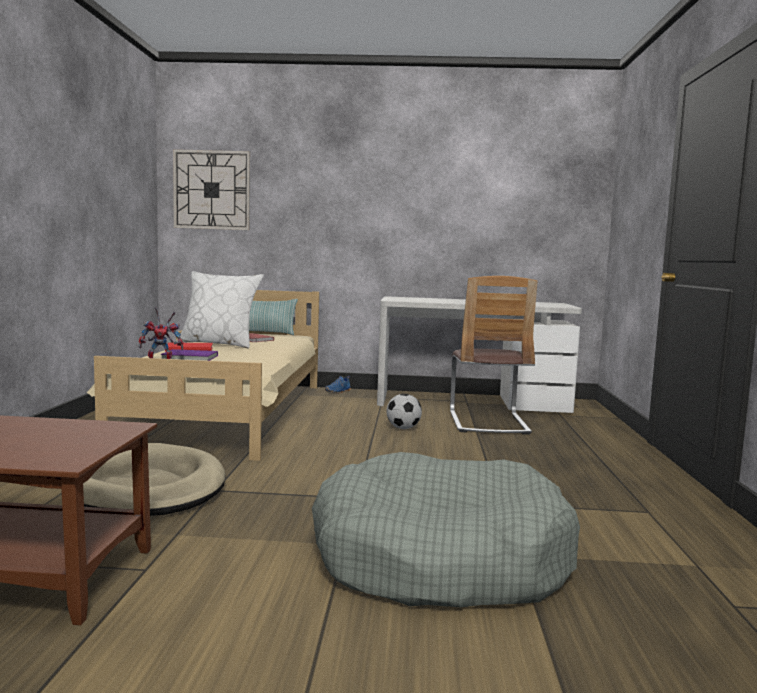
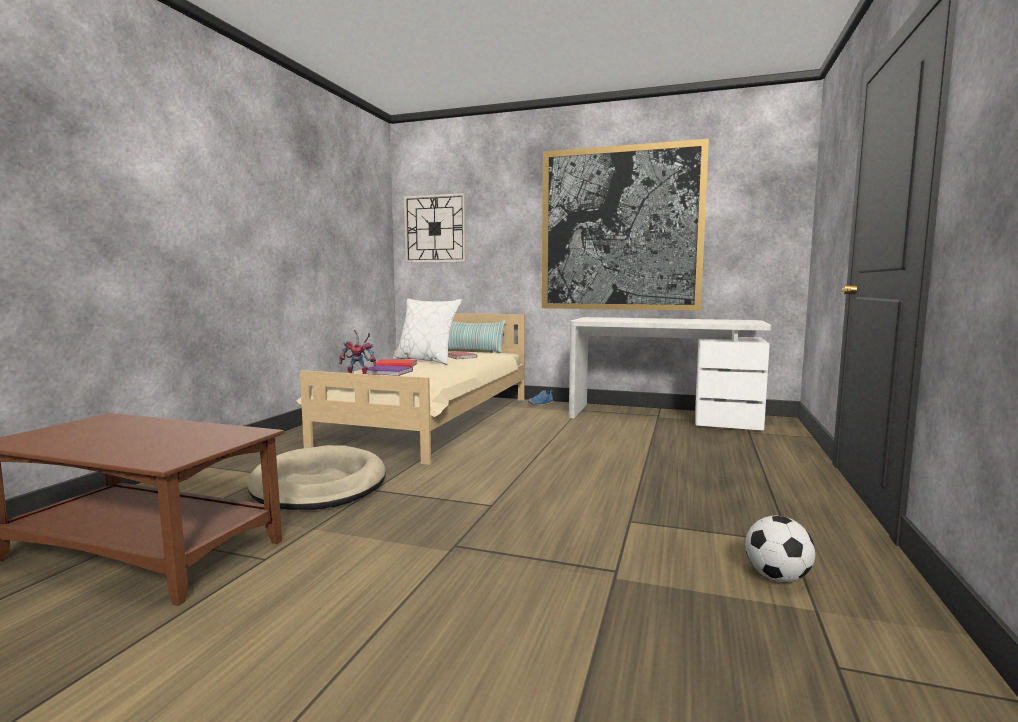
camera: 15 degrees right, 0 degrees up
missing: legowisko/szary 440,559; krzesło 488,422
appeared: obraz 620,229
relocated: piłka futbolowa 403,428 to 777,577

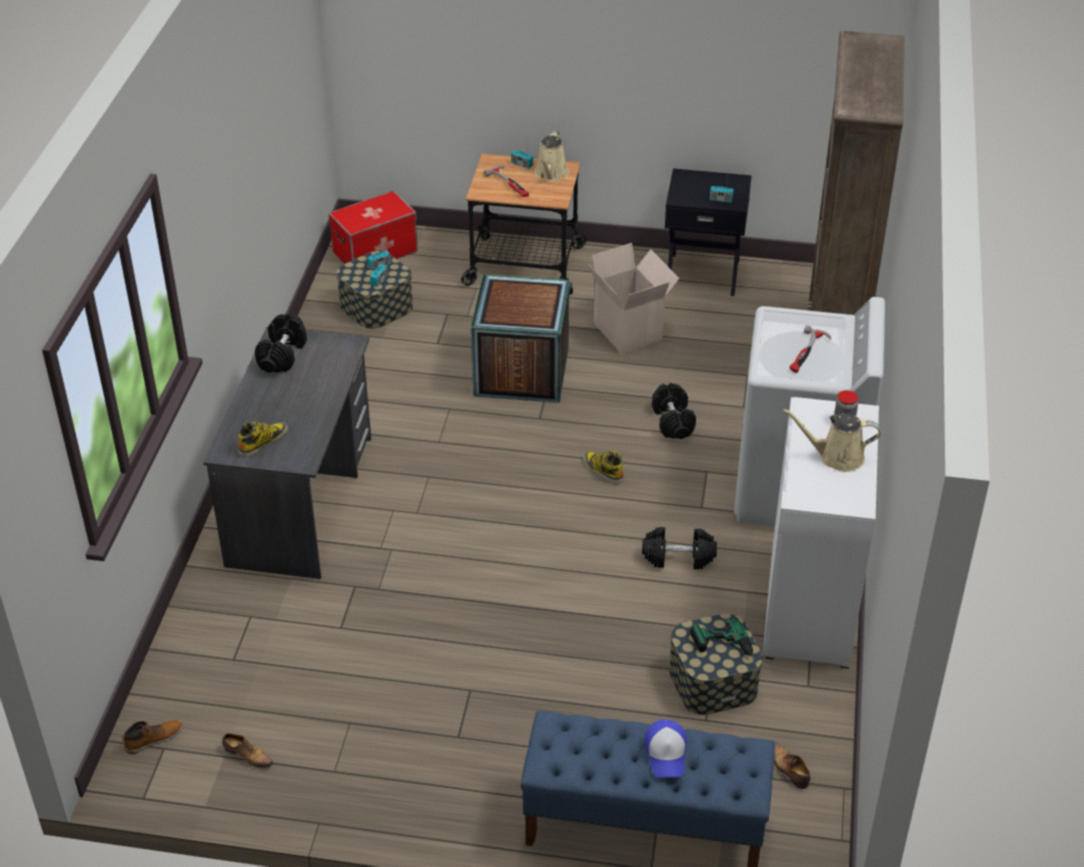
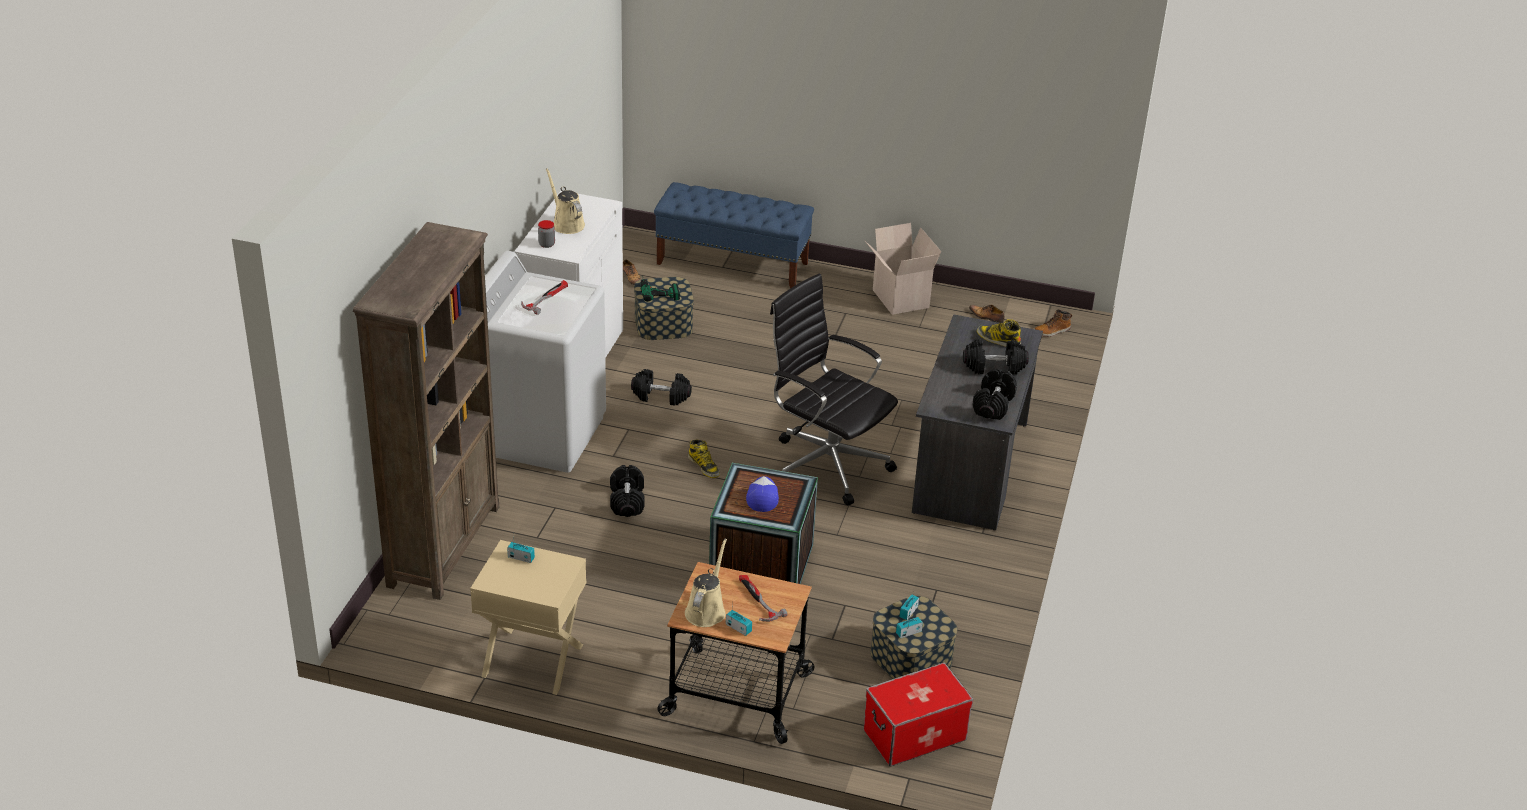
camera: 175 degrees left, 5 degrees down
appeared: krzesło biurowe/czarny 826,463; hantel/czarny 994,367
relocated: karton 630,331 to 898,298; czapka z daszkiem 666,753 to 762,496
colour: szafka nocna/czarny 703,273 to szafka nocna/beżowy 532,661
spun: but z cholewką 263,441 = 998,339 75 degrees clockwise; konewka/beżowy 836,457 = 566,224 135 degrees counterclockwise

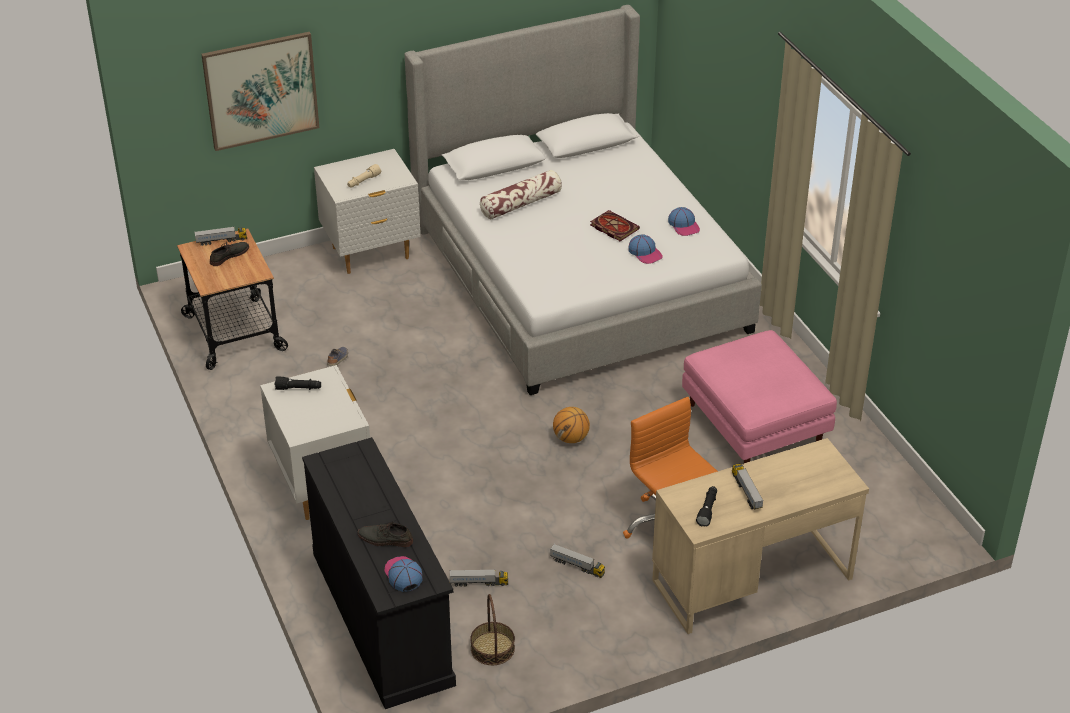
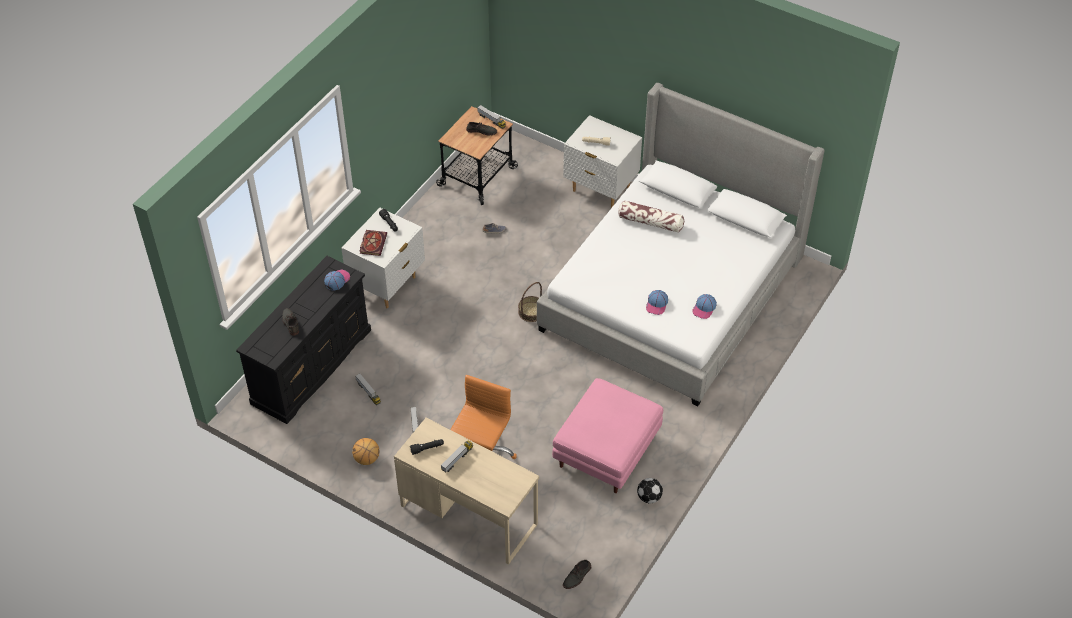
camera: 55 degrees right, 10 degrees up
missing: obraz 261,90
appeared: but/szary 577,576; piłka futbolowa 649,497
relocated: czapka z daszkiem 403,575 to 337,280; koszyk 492,648 to 531,312; piłka do koszykówki 571,438 to 367,459; książka 613,227 to 372,243

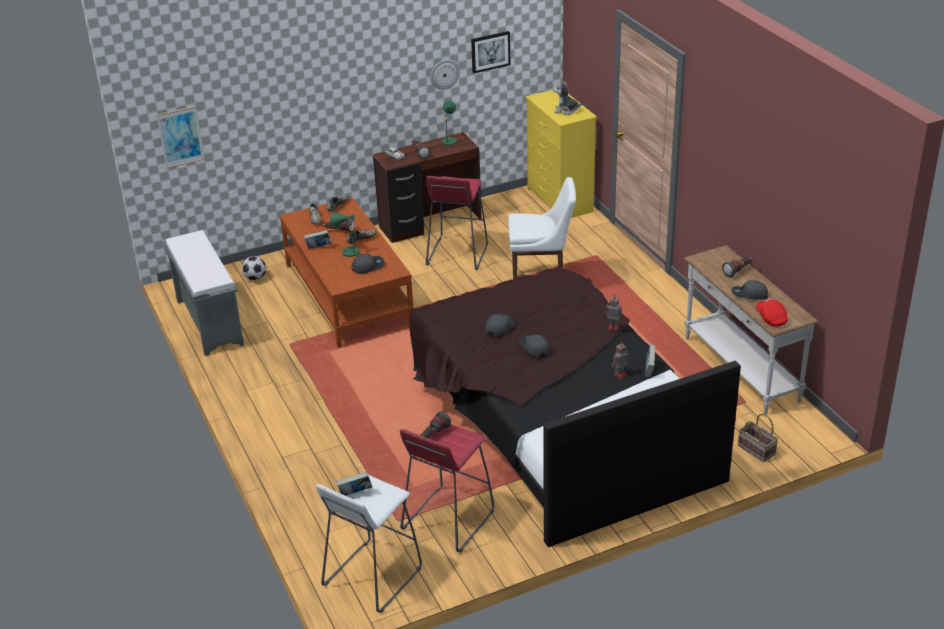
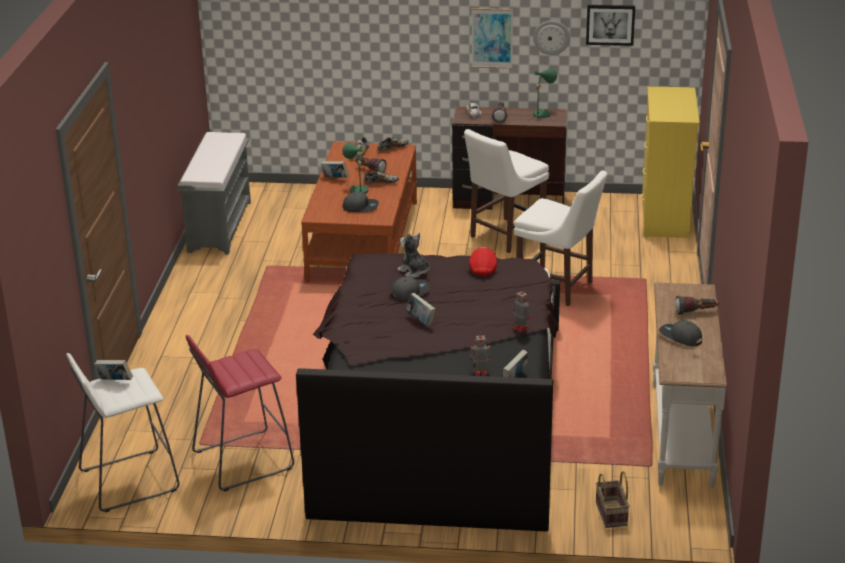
camera: 30 degrees right, 5 degrees down
missing: piłka futbolowa 255,278; latarka 433,435
relocated: obraz 180,137 to 492,38; pluszak 566,110 to 414,271; czapka z daszkiem/czerwony 771,319 to 483,268
exchanged: stołek/czerwony 457,254 to krzesło/biały 504,236; czapka z daszkiem/szary 534,348 to książka 420,320

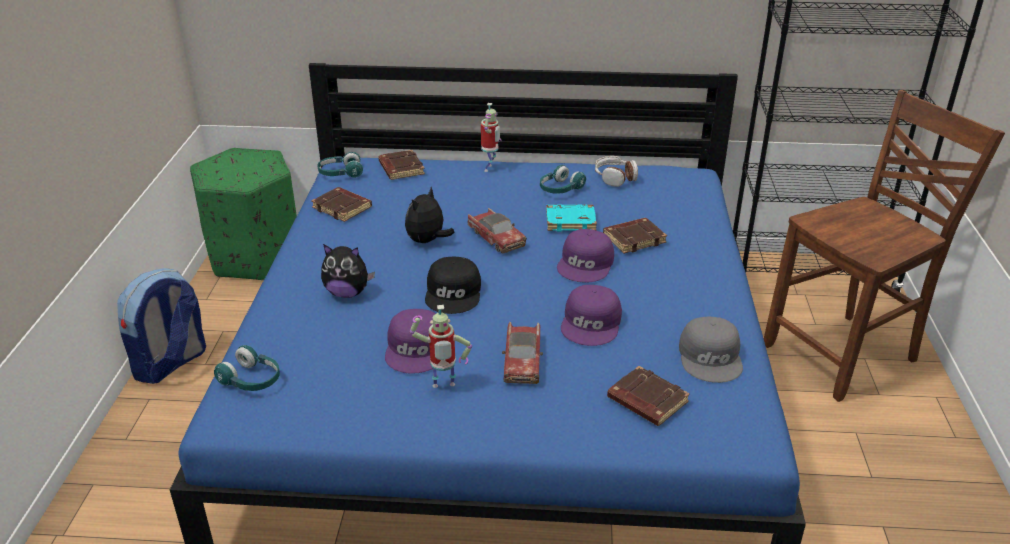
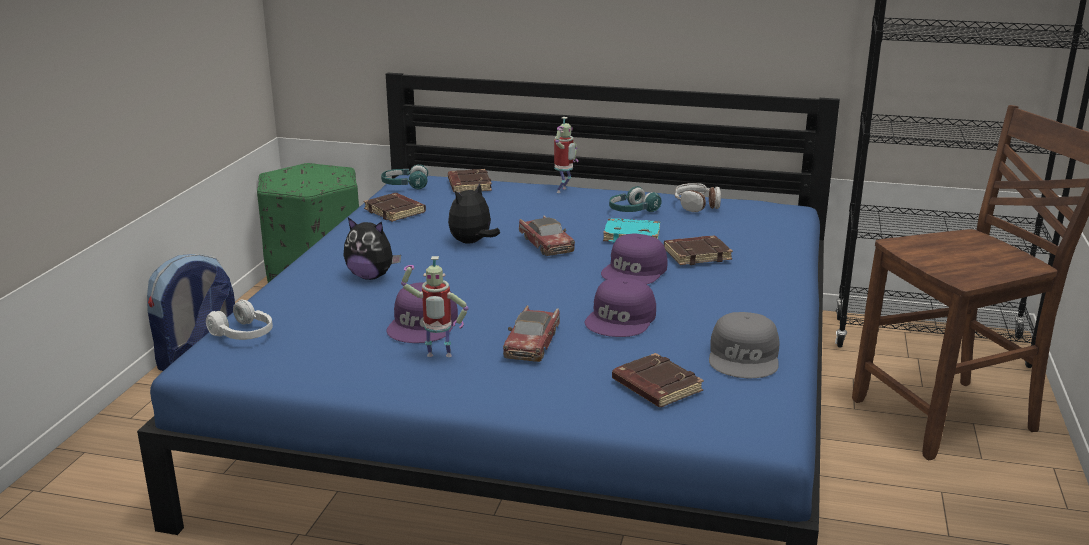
camera: 10 degrees right, 10 degrees down
missing: czapka z daszkiem/czarny 454,293
colour: słuchawki/turkusowy 251,380 to słuchawki/biały 243,335

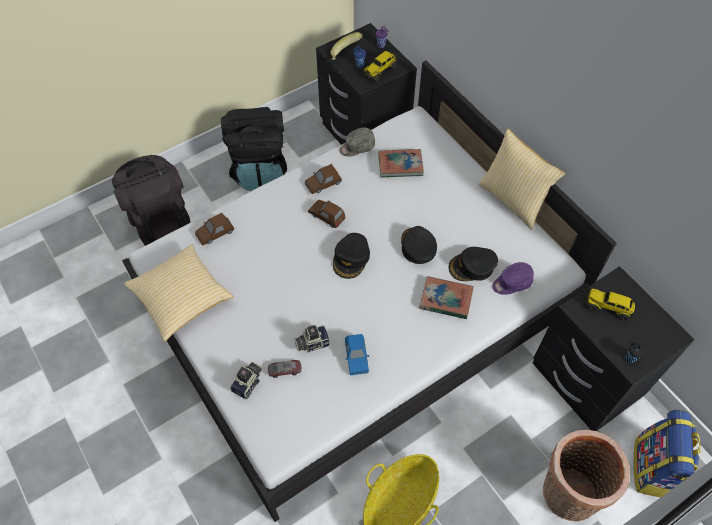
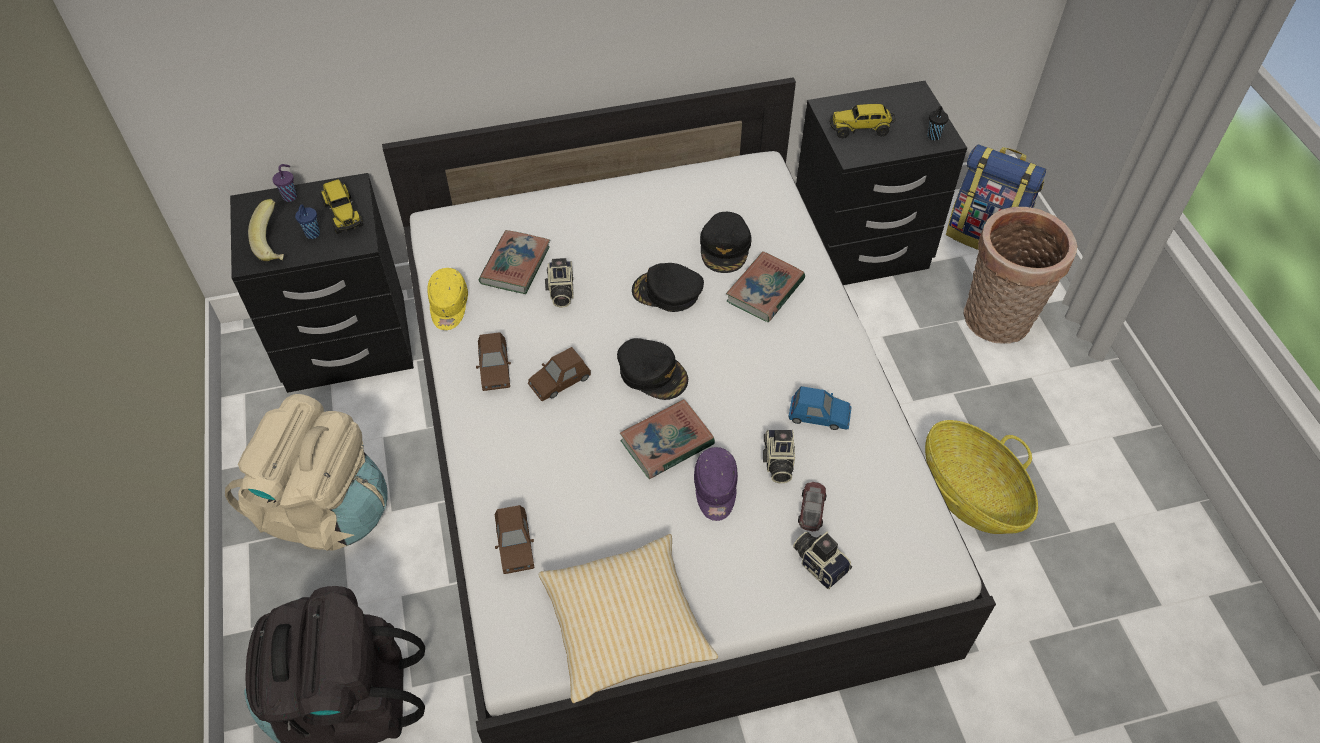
camera: 70 degrees left, 5 degrees down
missing: poduszka 513,200
appeared: aparat fotograficzny 560,292; książka 667,442
relocated: czapka z daszkiem/fioletowy 511,283 to 715,490
colour: plecak/czarny 260,169 to plecak/beżowy 324,510; czapka z daszkiem/szary 357,147 to czapka z daszkiem/żółty 448,307
spun: ciężarówka zabawkowa 608,307 = 860,129 45 degrees clockwise

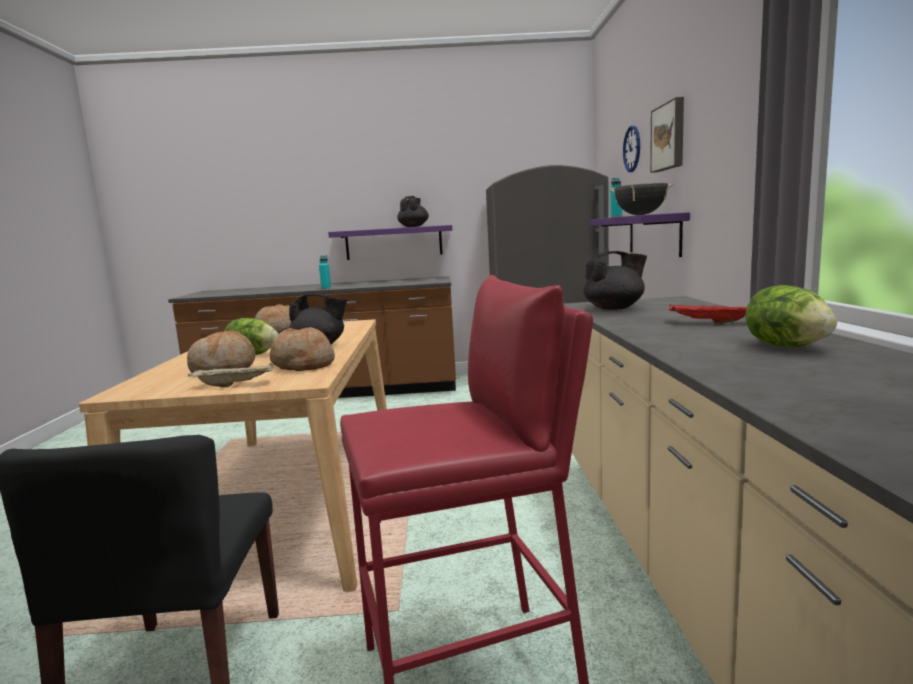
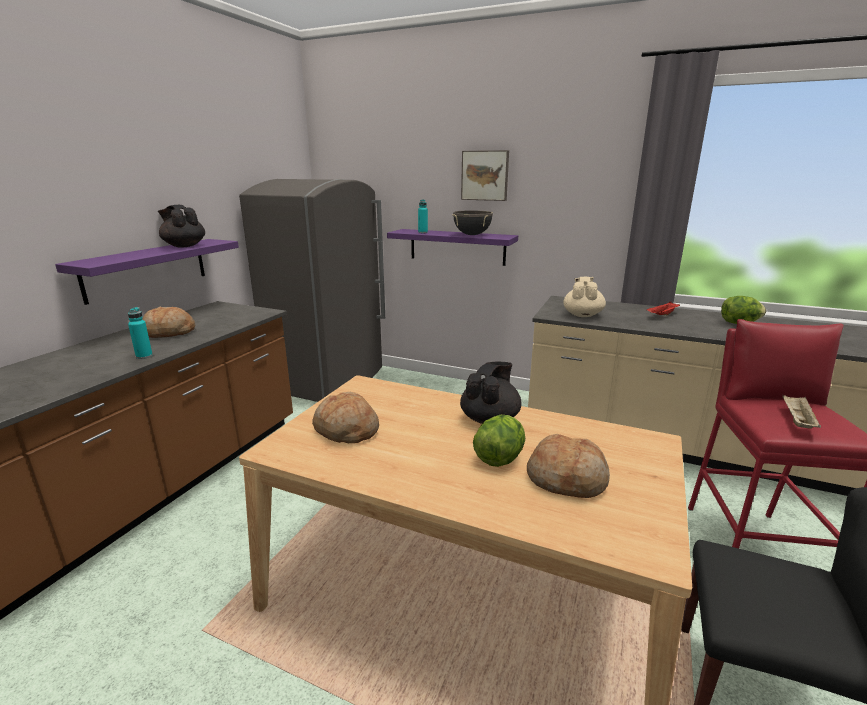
camera: 65 degrees left, 10 degrees up
missing: zegar ścienny 632,149
relocated: taca/beżowy 235,385 to 796,420; chleb 303,365 to 168,332
colour: imbryk/czarny 614,308 to imbryk/beżowy 582,315

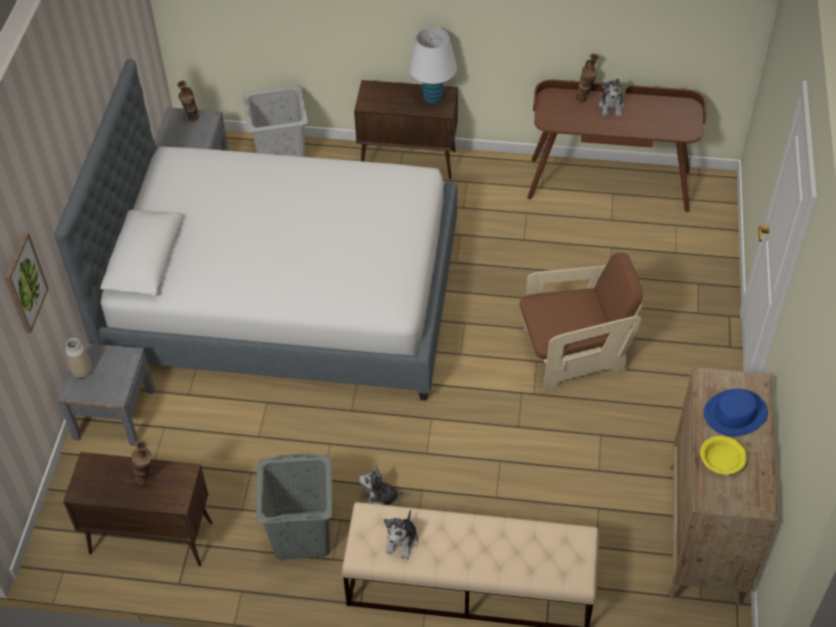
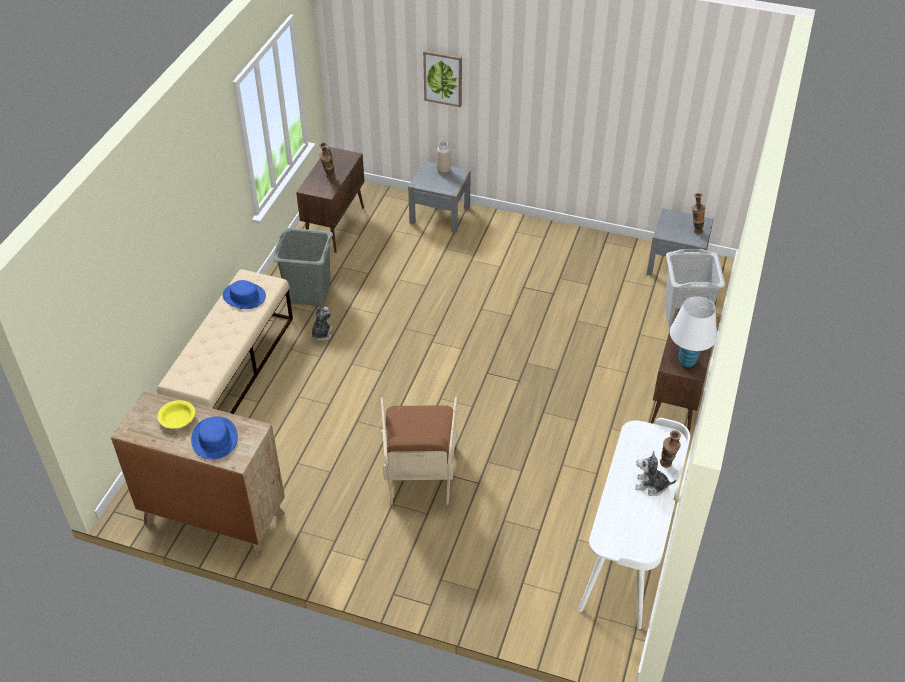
camera: 100 degrees right, 5 degrees down
missing: łóżko 284,295
exchanged: pluszak 402,541 to kapelusz/niebieski 244,296
colour: biurko/brązowy 609,183 to biurko/biały 629,549

